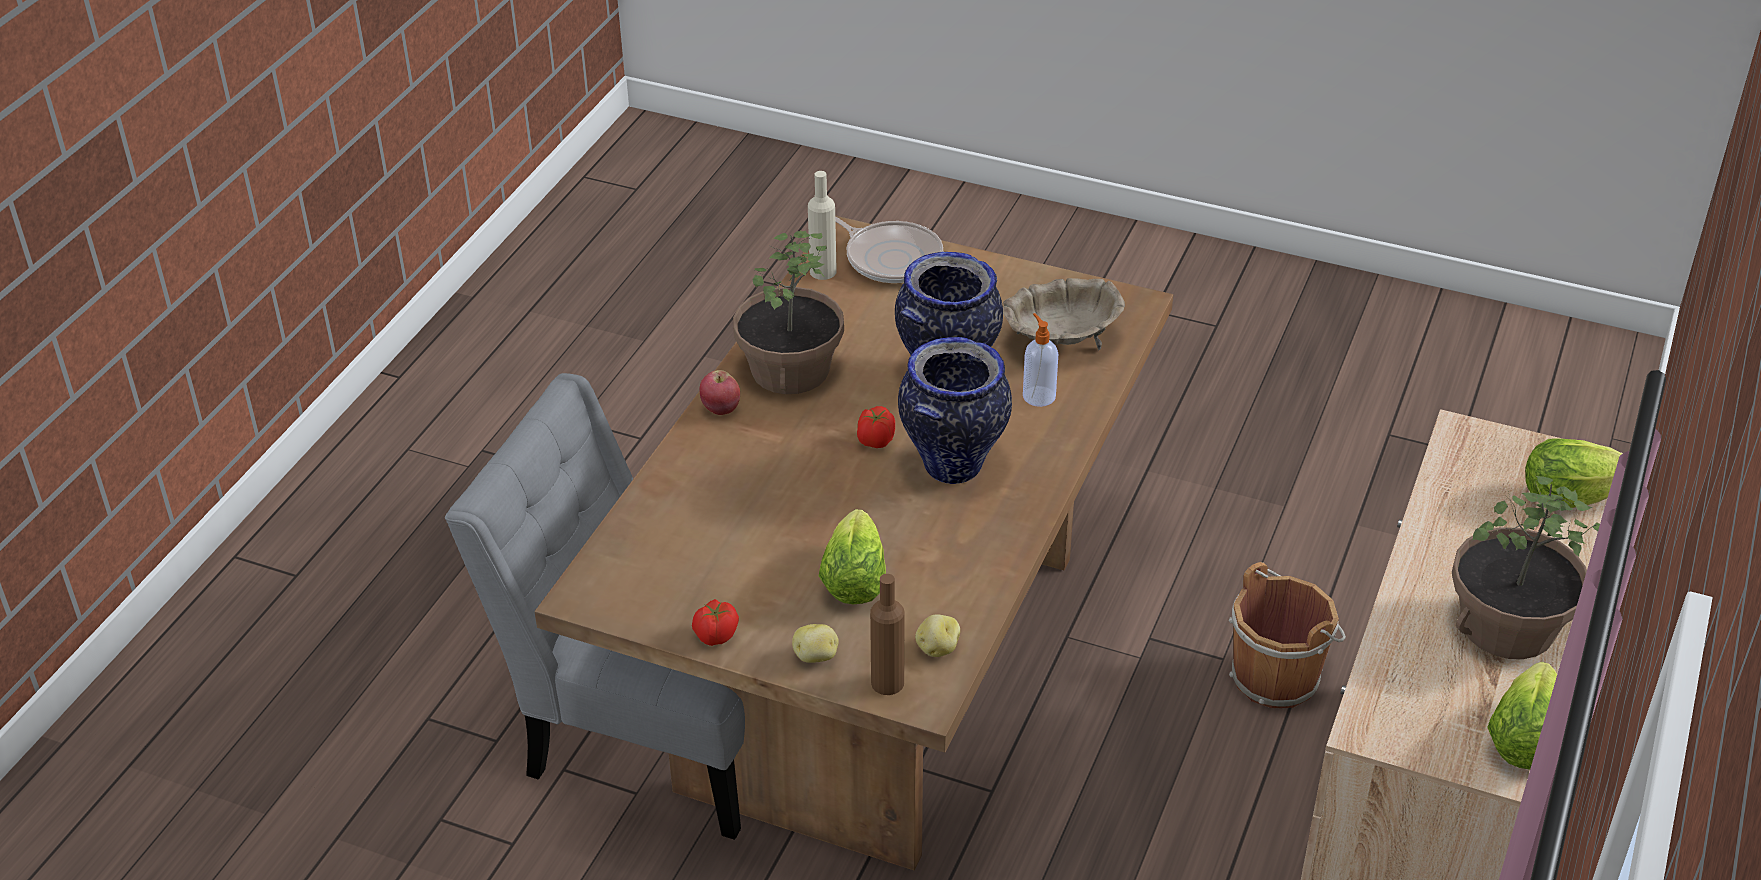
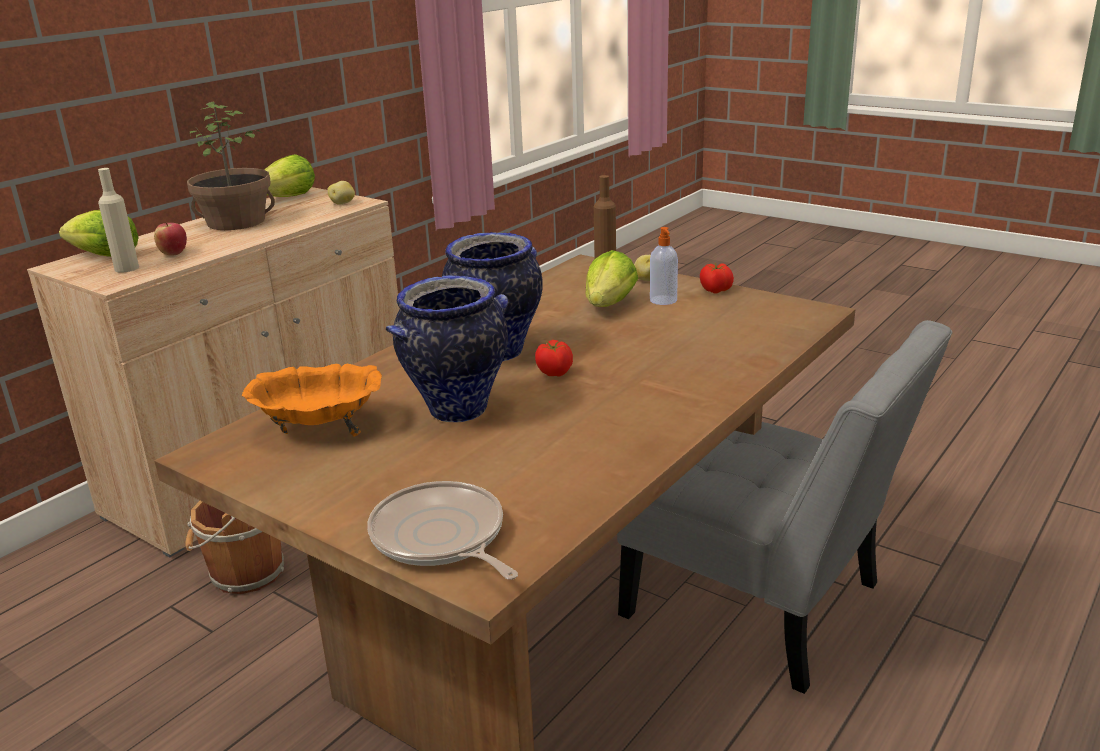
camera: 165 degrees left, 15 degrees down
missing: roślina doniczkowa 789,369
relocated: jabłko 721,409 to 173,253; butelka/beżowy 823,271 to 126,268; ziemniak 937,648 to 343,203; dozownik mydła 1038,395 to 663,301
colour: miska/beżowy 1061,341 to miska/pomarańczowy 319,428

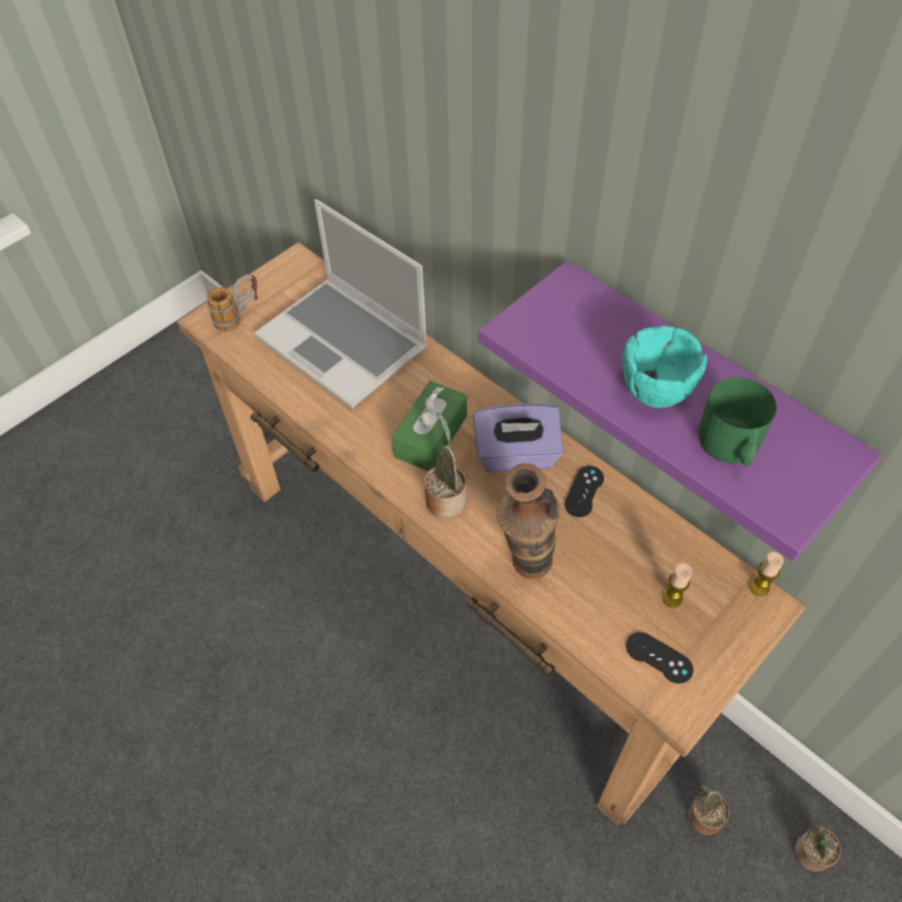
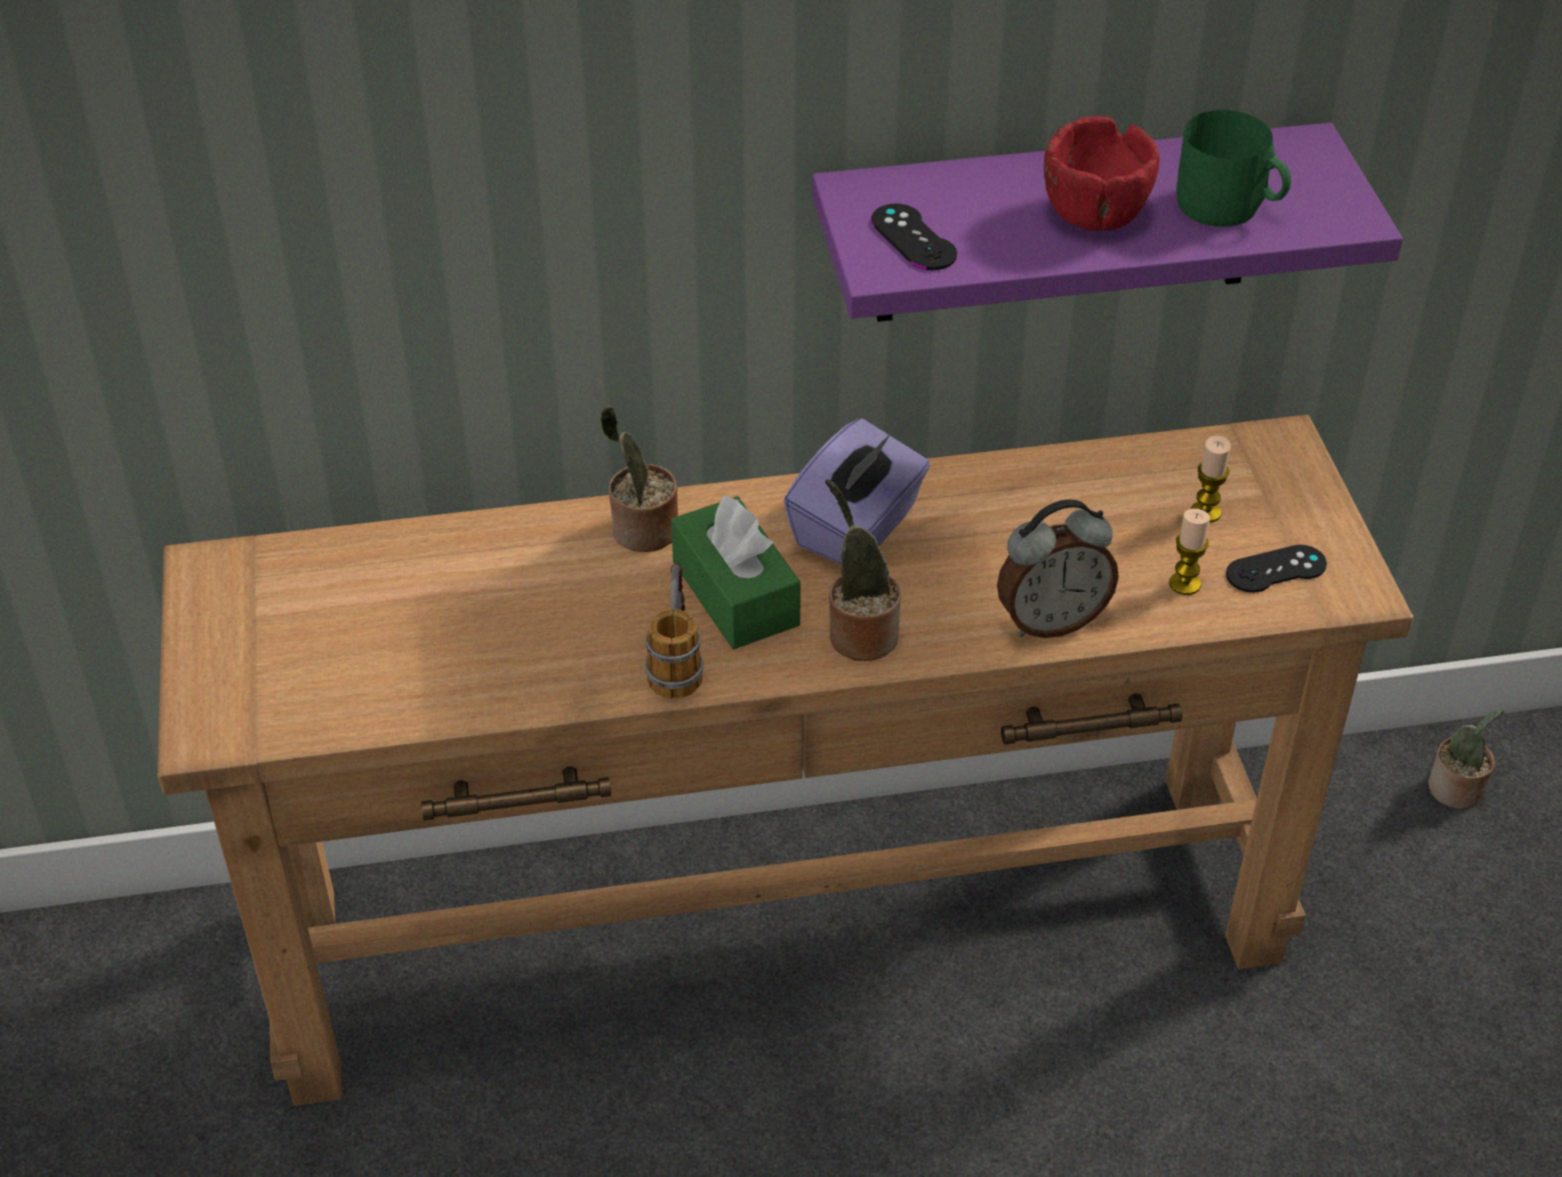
camera: 55 degrees left, 10 degrees down
missing: laptop 345,343
relocated: kubek 238,316 to 676,660; pad do gier/czarny 584,491 to 913,238; roślina doniczkowa 702,816 to 641,532; świeca 759,587 to 1184,584
exchanged: wazon 524,573 to budzik 1051,621
colour: miska/turkusowy 655,389 to miska/czerwony 1094,214

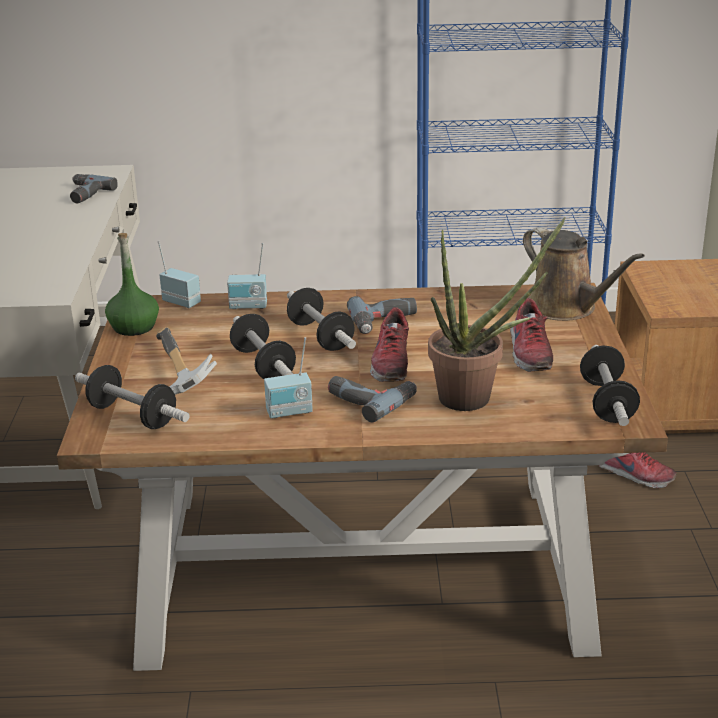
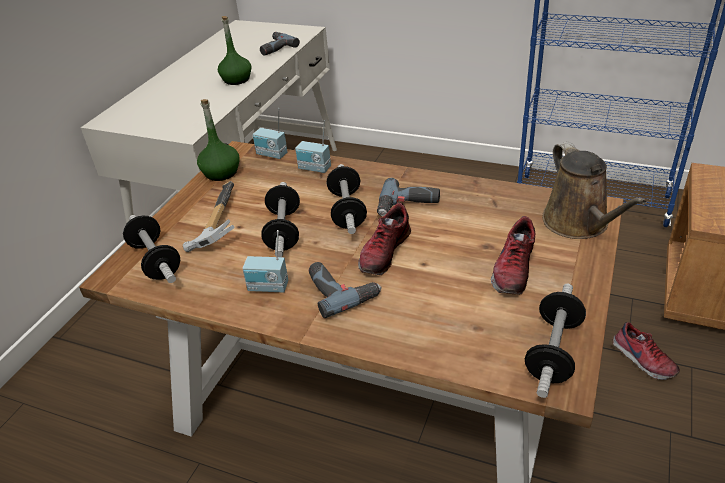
camera: 25 degrees right, 10 degrees up
missing: roślina doniczkowa 476,398
appeared: butelka/zielony 237,79
spun: radio 182,302 = 271,155 150 degrees clockwise

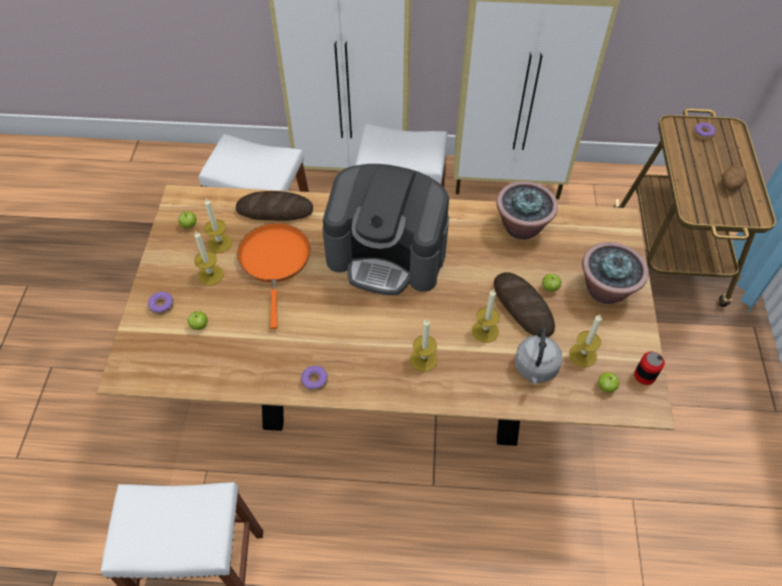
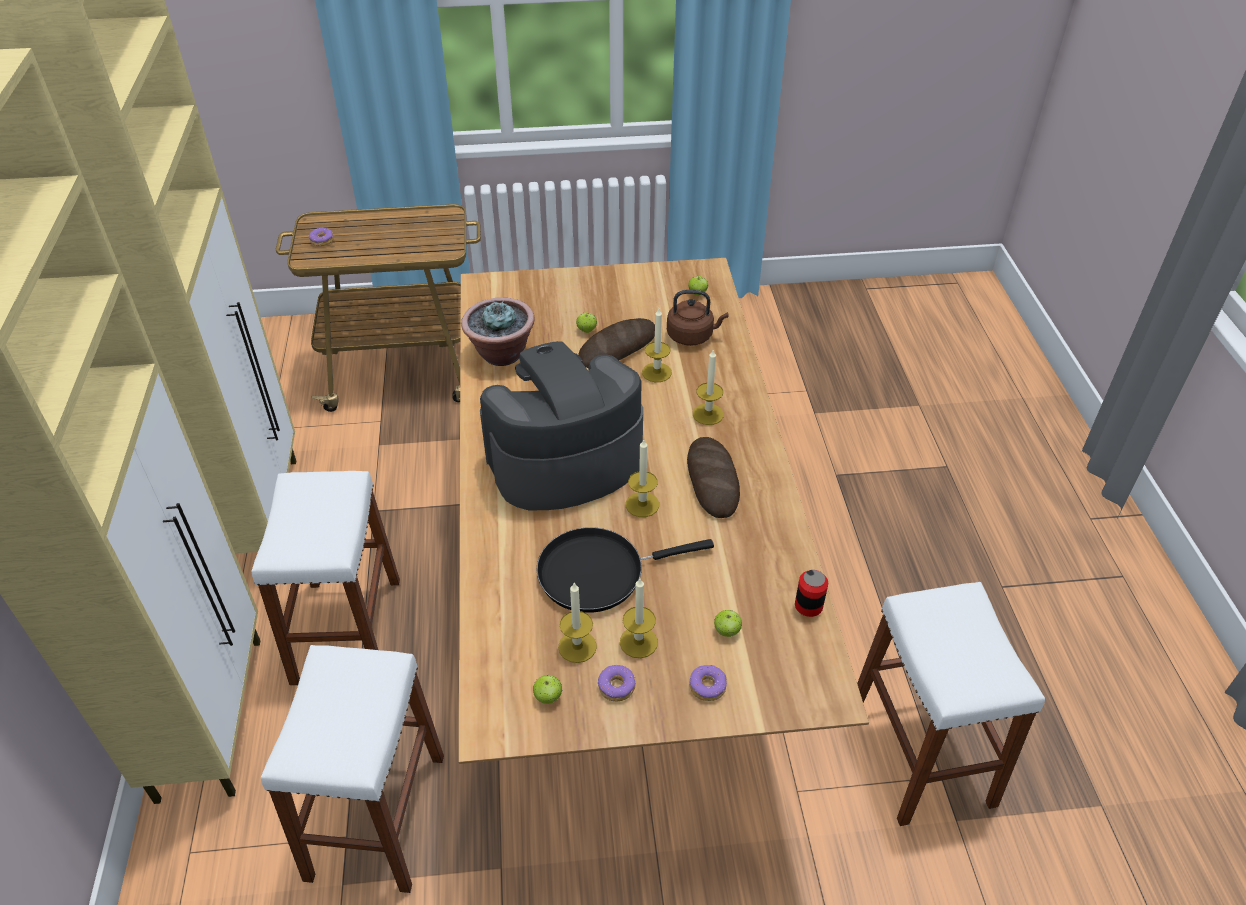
camera: 100 degrees left, 10 degrees down
missing: roślina doniczkowa 605,290; ziemniak 729,185
relocated: chleb 275,210 to 712,481; donut 314,381 to 617,687; świeca 582,355 to 642,504; puszka 644,376 to 808,606
colour: patelnia/pomarańczowy 275,261 to patelnia/czarny 598,572; czajnik/szary 535,369 to czajnik/brązowy 692,336
spun: ekspres do kawy 387,254 = 564,461 120 degrees counterclockwise

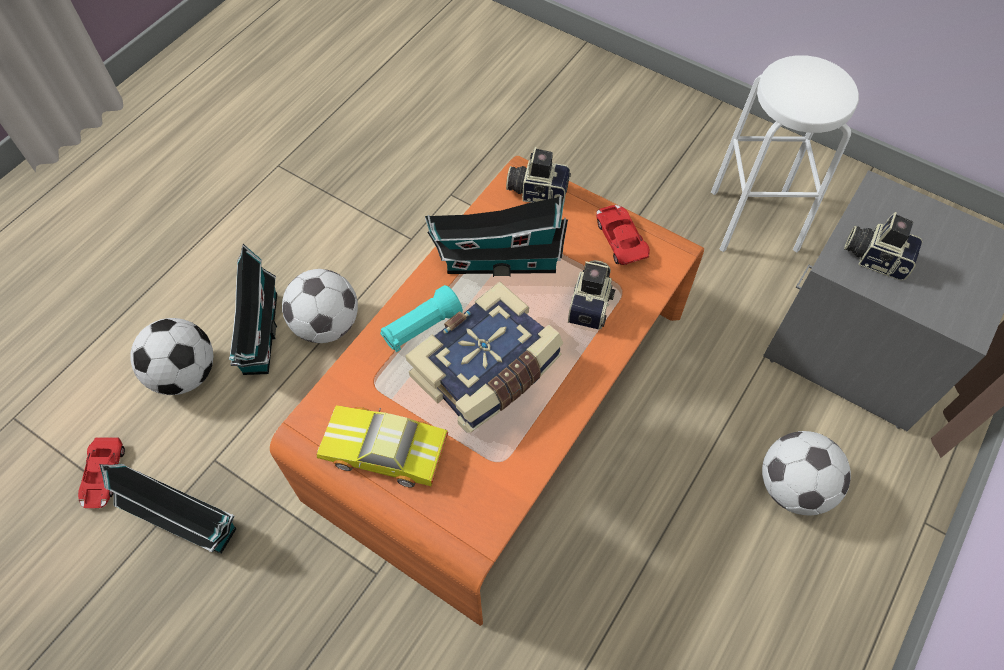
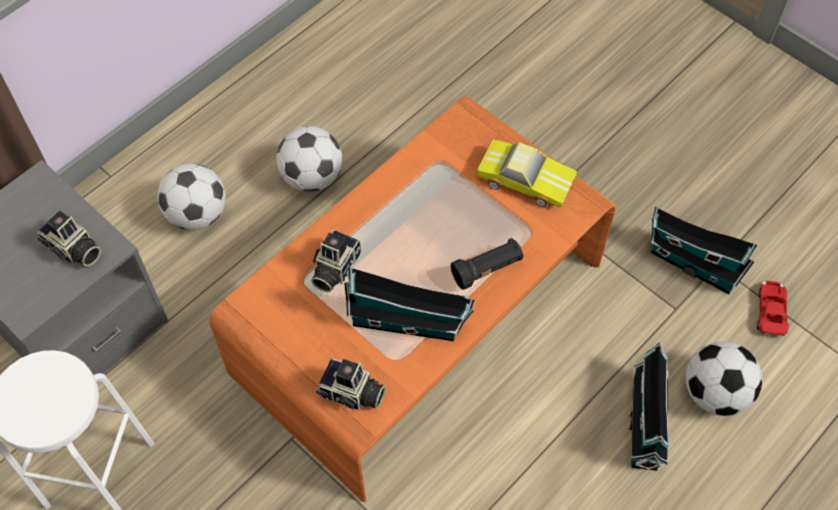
camera: 170 degrees left, 0 degrees up
missing: książka 488,371; samochodzik/czerwony 620,238
relocated: piłka futbolowa 327,325 to 312,177
colour: latarka/turkusowy 421,328 to latarka/czarny 487,270

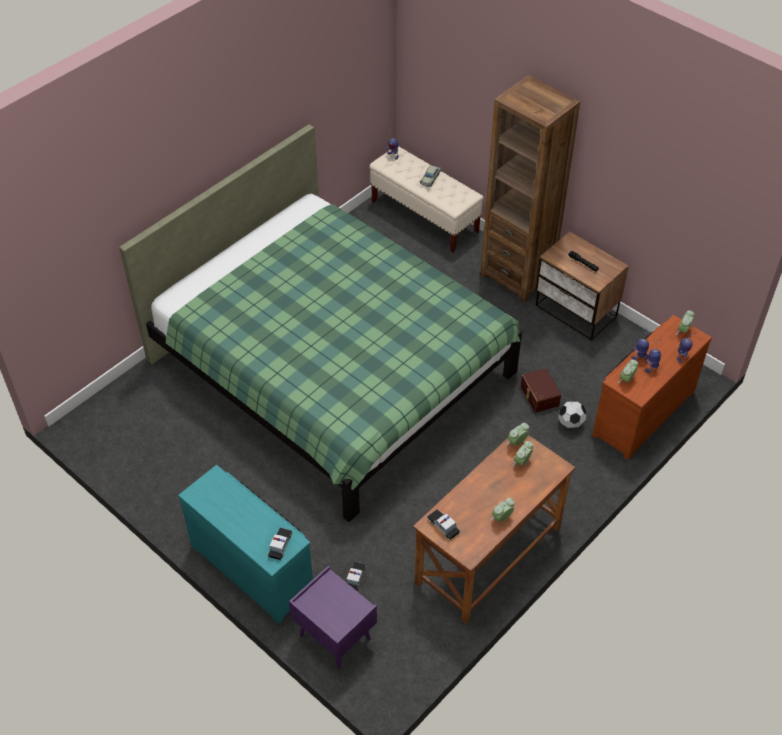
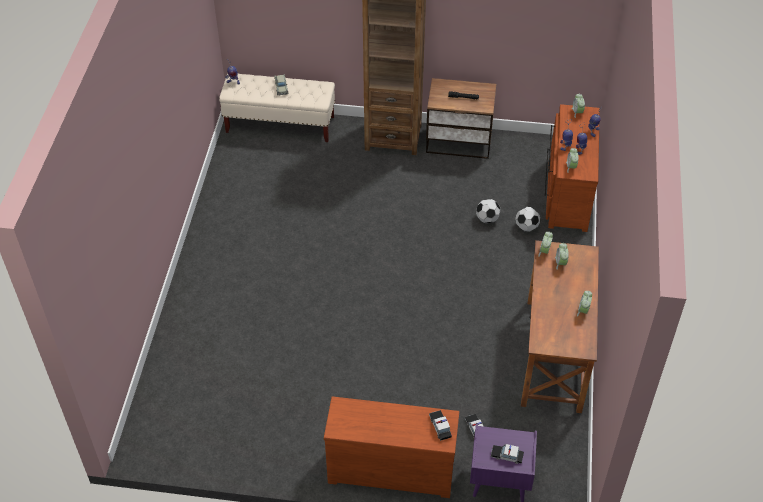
camera: 35 degrees left, 0 degrees up
missing: łóżko/zielony 331,368
relocated: samochodzik 443,526 to 506,455
exchanged: pojemnik do przechowywania/brązowy 538,396 to piłka futbolowa 487,219
colour: komoda/turkusowy 254,566 to komoda/brązowy 391,467

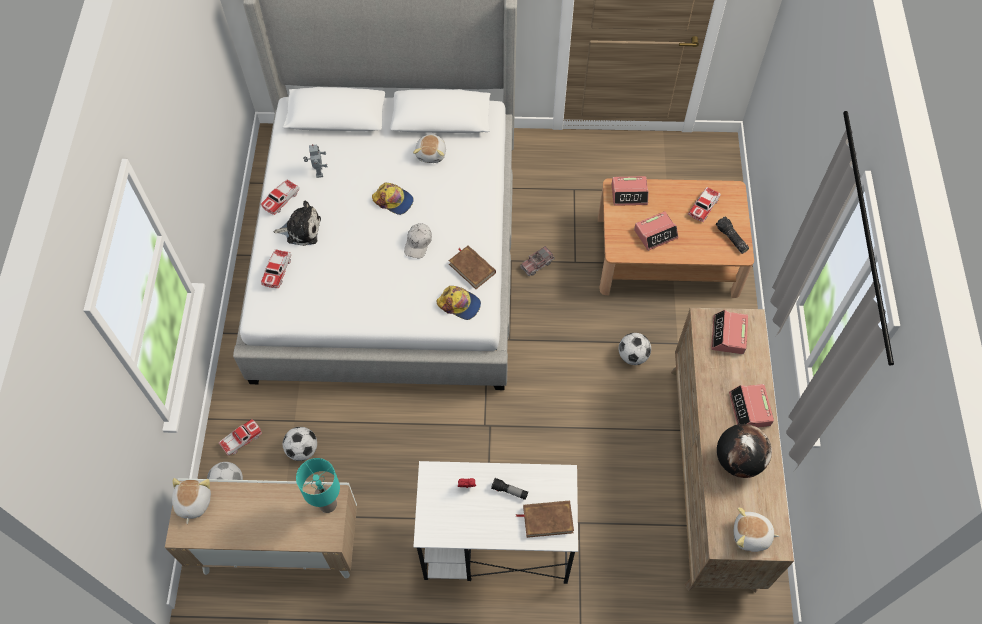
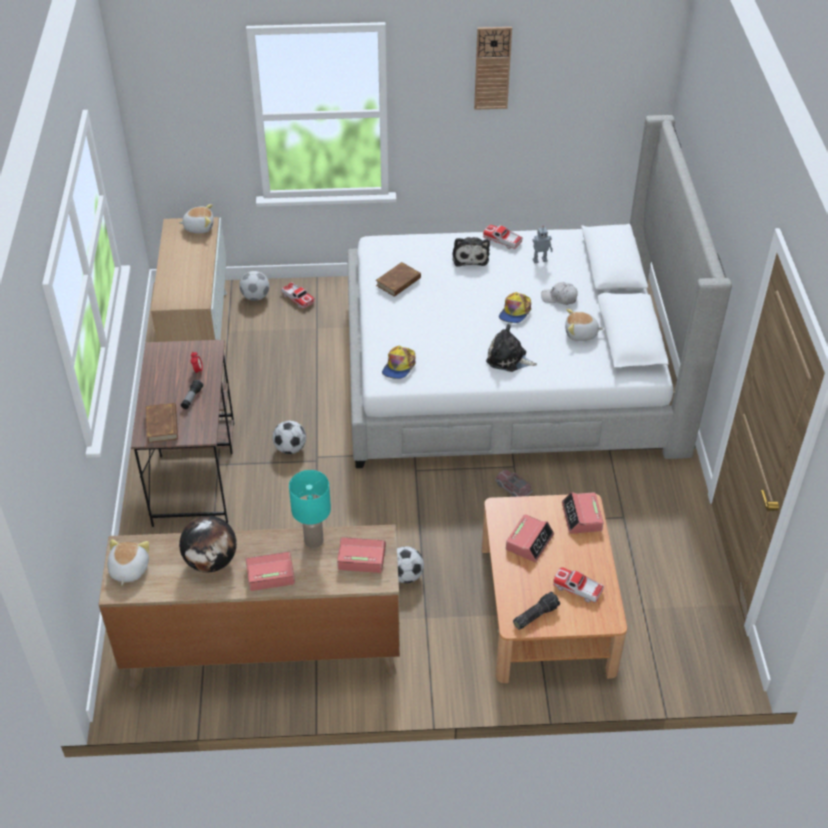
camera: 85 degrees right, 15 degrees down
missing: samochodzik 277,271
appeared: zegar ścienny 492,68; pluszak 508,359
relocated: piłka futbolowa 302,450 to 290,448; lampa stołowa/turkusowy 327,504 to 313,540; czapka z daszkiem/biały 418,243 to 559,298; książka/brązowy 472,268 to 398,282
colour: biurko/biały 495,543 to biurko/brązowy 194,472
spun: budzik 656,234 = 529,542 120 degrees counterclockwise

